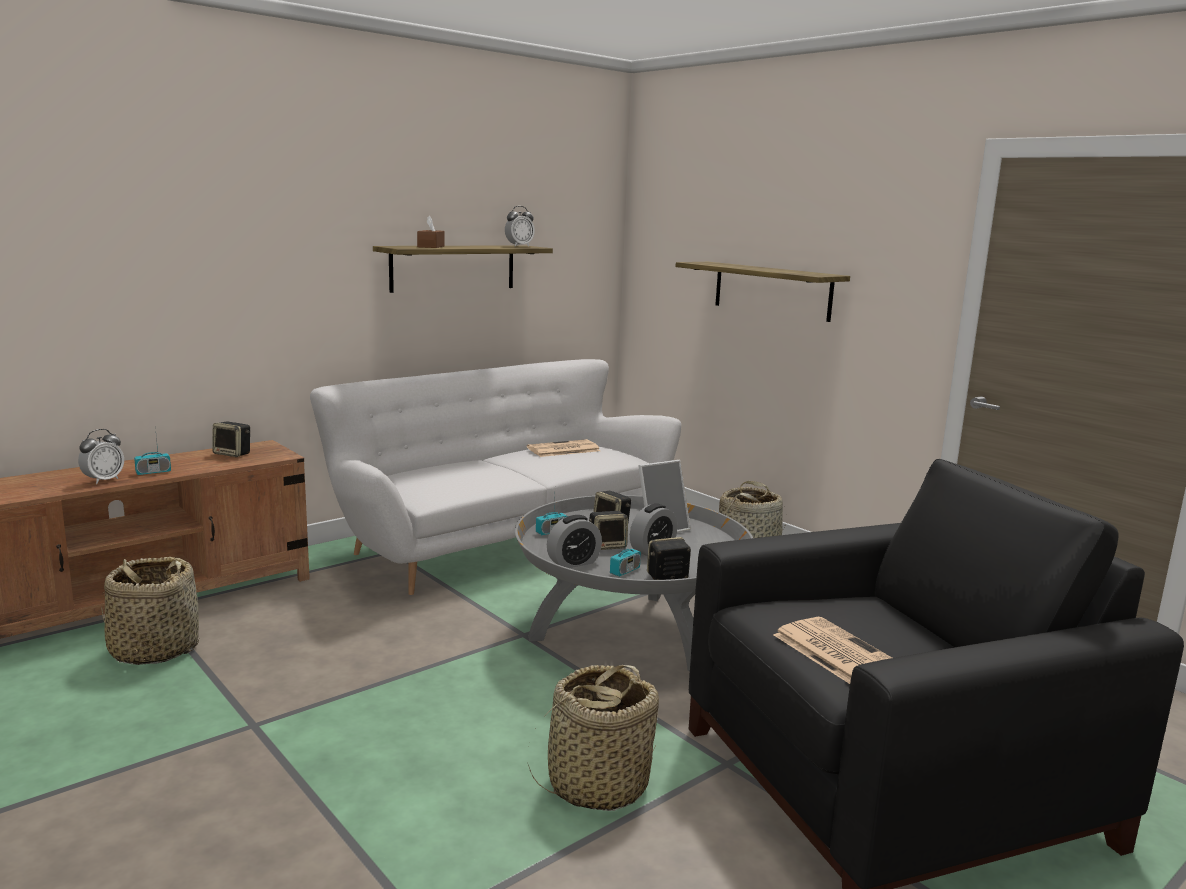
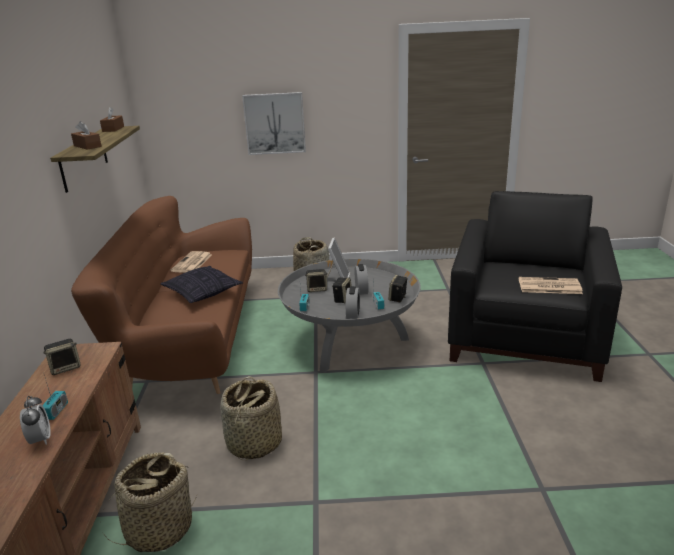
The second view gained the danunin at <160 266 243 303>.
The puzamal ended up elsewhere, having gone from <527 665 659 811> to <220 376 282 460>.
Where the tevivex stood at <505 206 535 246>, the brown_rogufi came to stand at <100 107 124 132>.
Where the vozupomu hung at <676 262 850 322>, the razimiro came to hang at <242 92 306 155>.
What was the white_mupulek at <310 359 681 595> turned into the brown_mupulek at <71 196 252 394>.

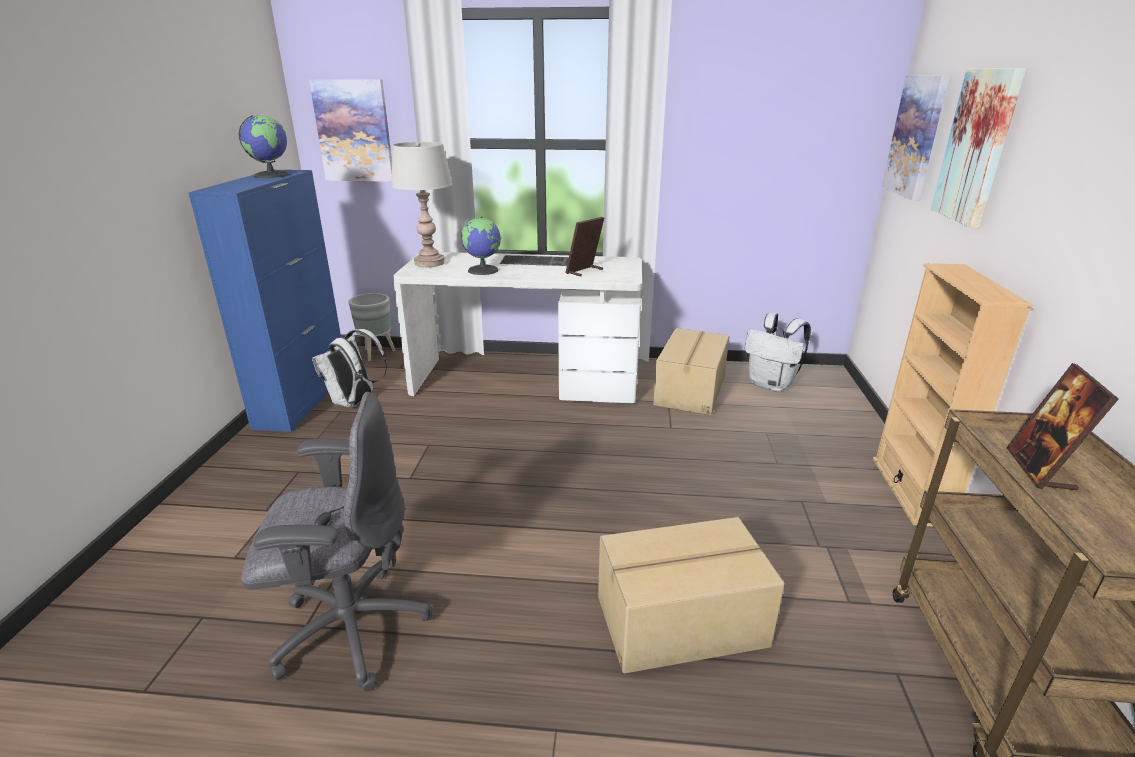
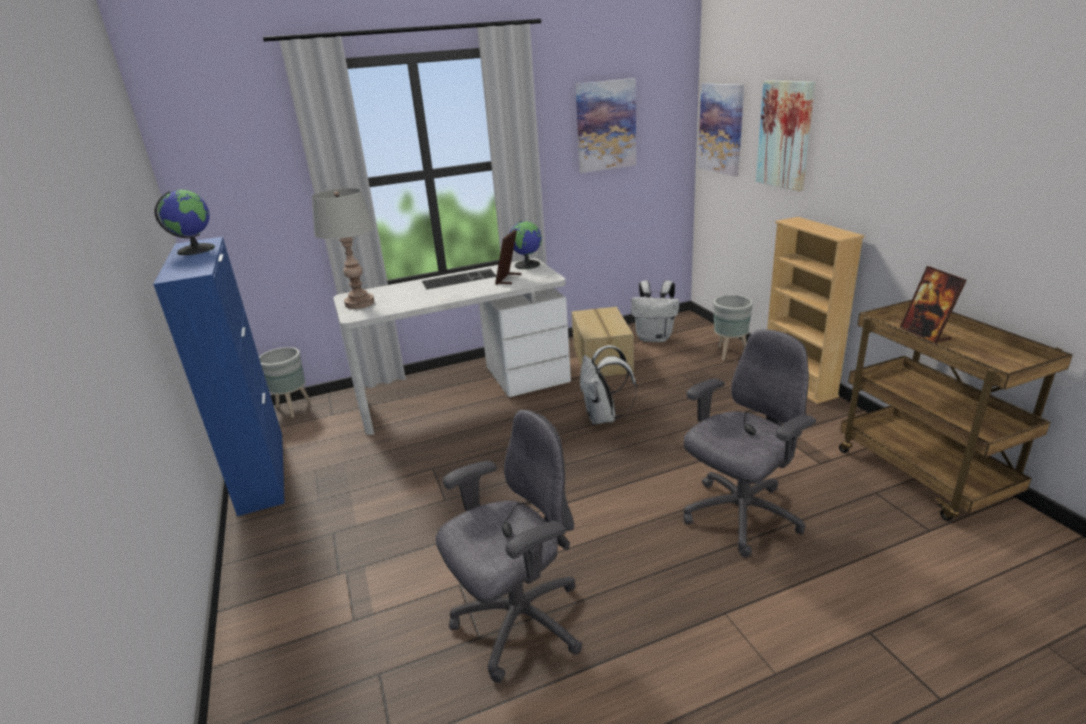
The second view gained the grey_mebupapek at <713 295 753 360>.
The razimiro ended up elsewhere, having gone from <309 79 392 182> to <576 78 636 173>.
The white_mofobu ended up elsewhere, having gone from <312 329 387 408> to <580 345 637 424>.
The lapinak ended up elsewhere, having gone from <461 216 501 275> to <510 221 542 269>.
Where the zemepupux stood at <598 517 785 673>, the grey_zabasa came to stand at <683 329 816 557>.

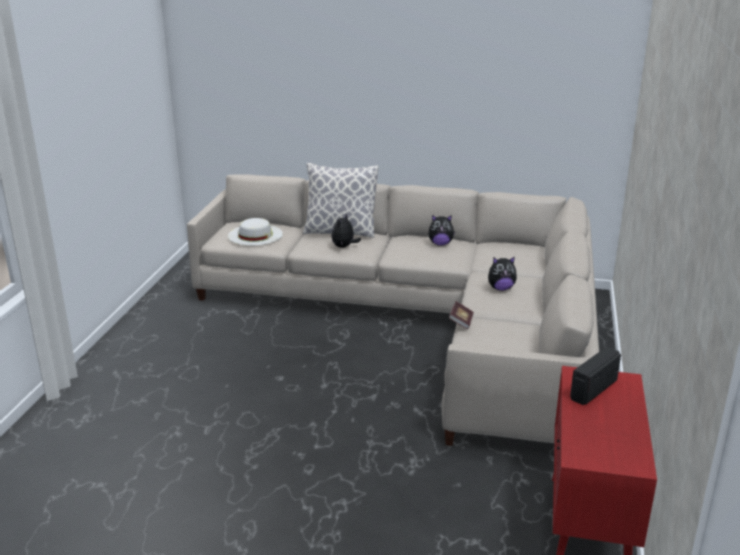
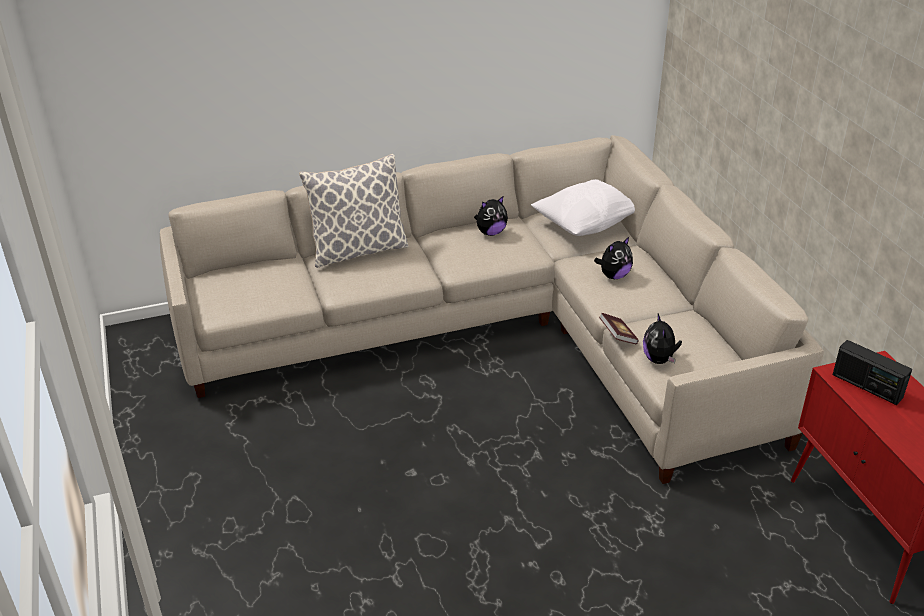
The second view lost the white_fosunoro at <228 218 283 246>.
The second view gained the white_danunin at <531 179 635 236>.
The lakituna ended up elsewhere, having gone from <332 214 361 248> to <643 313 682 364>.
The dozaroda at <570 347 621 405> ended up facing another way, 60 degrees counterclockwise from before.

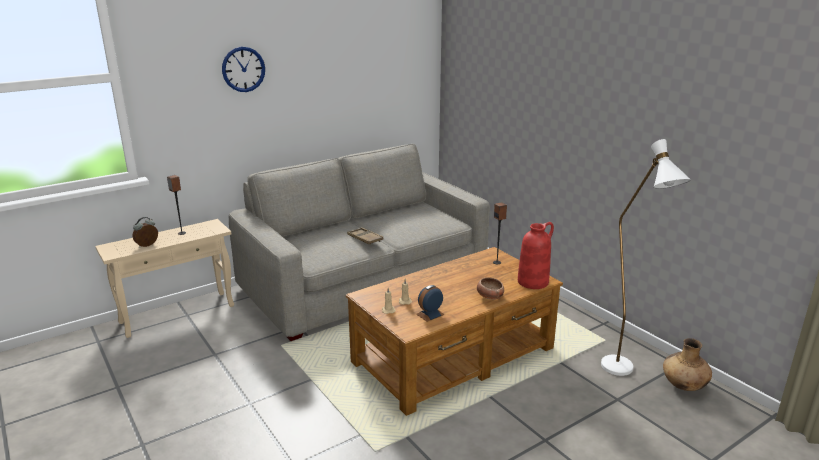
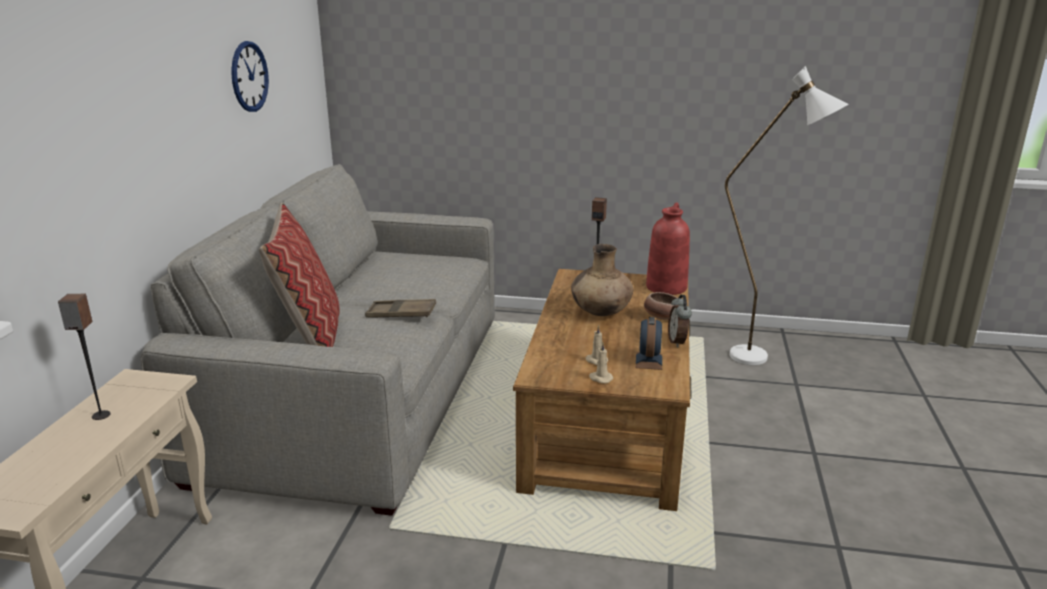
The second view gained the danunin at <259 203 340 347>.
The tevivex ended up elsewhere, having gone from <133 217 158 248> to <668 295 692 348>.
The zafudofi ended up elsewhere, having gone from <222 47 265 92> to <231 41 269 112>.
The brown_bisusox ended up elsewhere, having gone from <663 338 712 391> to <571 244 633 316>.

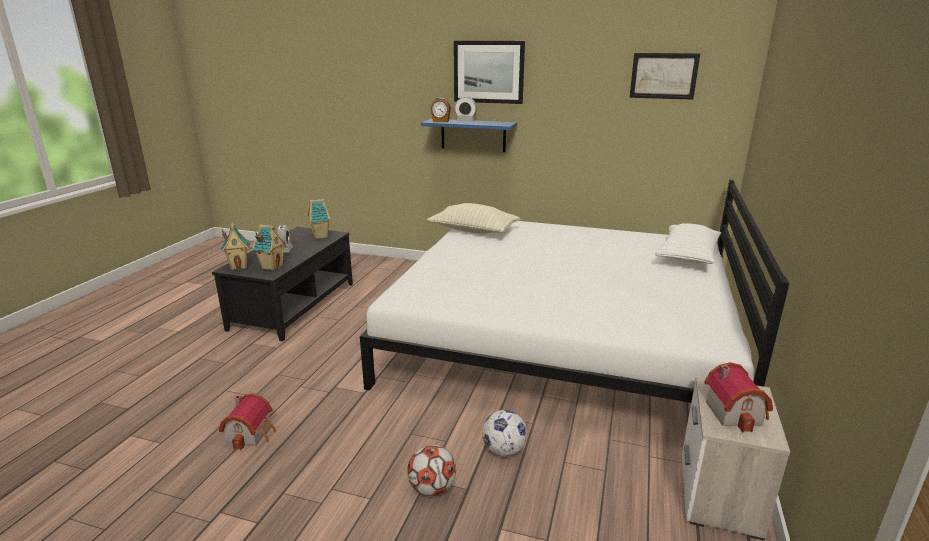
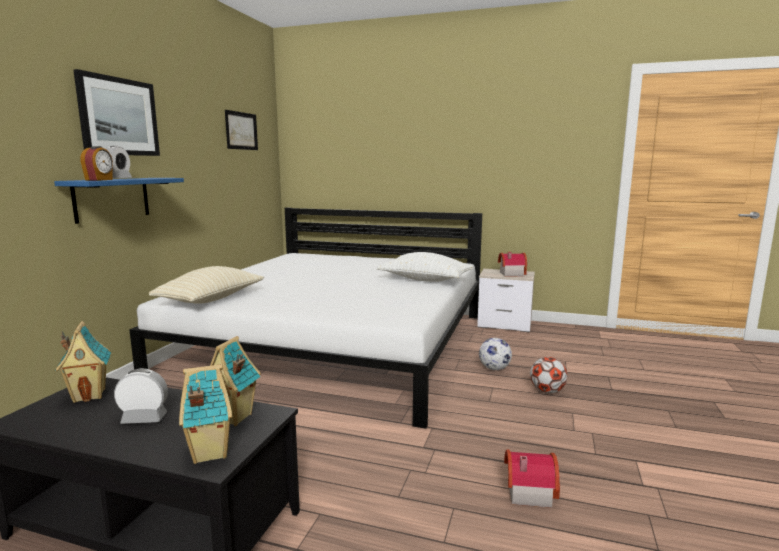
The white_danunin ended up elsewhere, having gone from <656 223 721 264> to <377 252 473 282>.

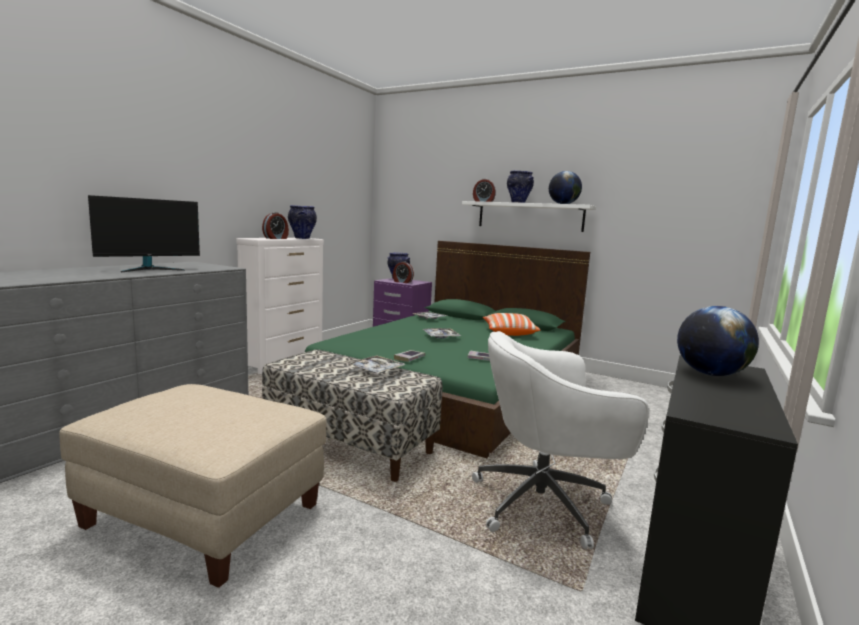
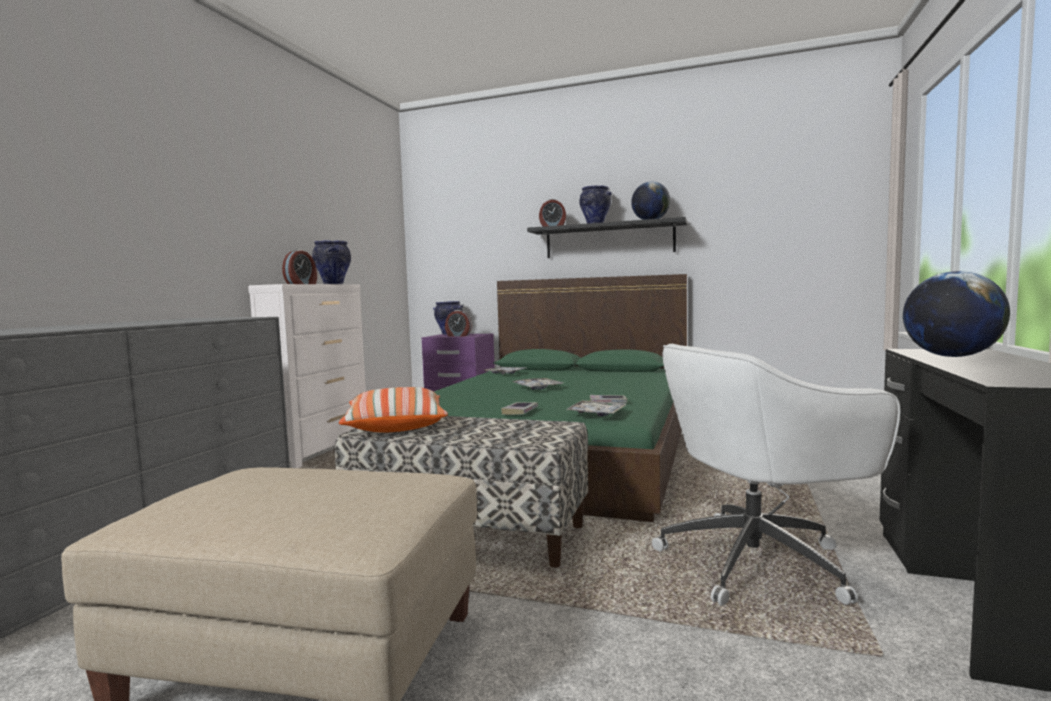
The second view lost the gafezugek at <88 195 200 272>.
The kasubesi ended up elsewhere, having gone from <349 355 406 373> to <566 400 627 416>.
The danunin ended up elsewhere, having gone from <483 313 540 336> to <339 387 448 432>.
What was the white_vozupomu at <462 201 596 232> turned into the black_vozupomu at <527 217 687 258>.

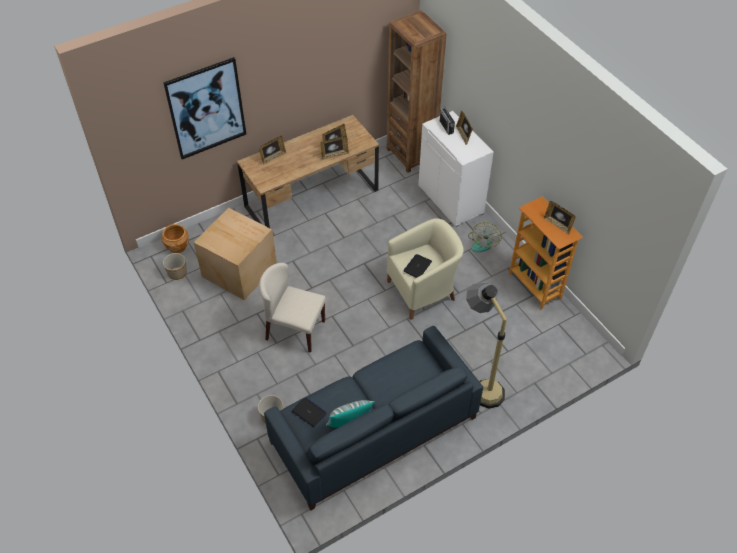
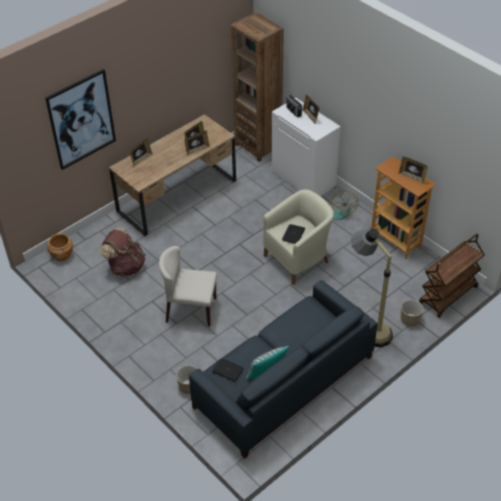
The second view gained the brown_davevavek at <419 234 485 318>.
The mebupapek ended up elsewhere, having gone from <163 253 187 280> to <401 300 424 326>.
Where the zemepupux stood at <194 208 277 300>, the brown_mofobu came to stand at <100 228 145 277>.

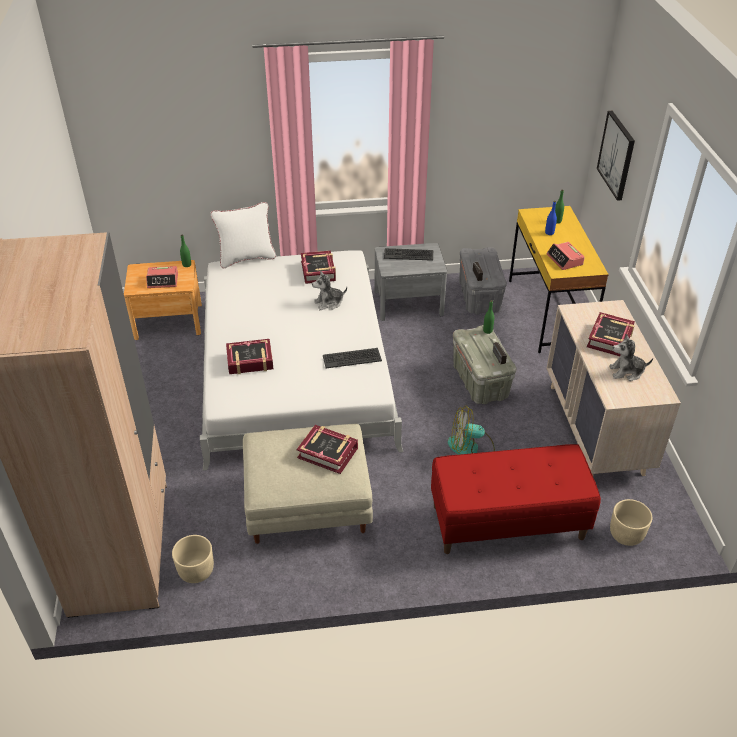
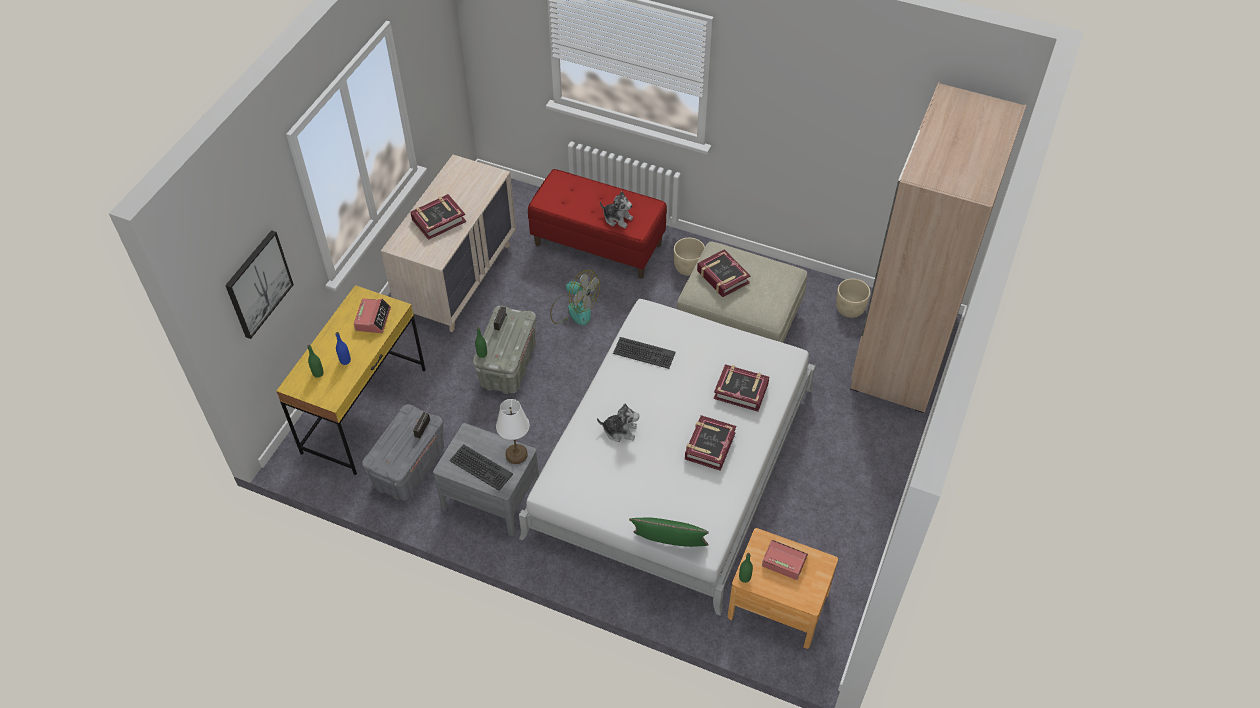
The second view gained the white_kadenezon at <496 399 529 464>.
The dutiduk ended up elsewhere, having gone from <301 250 336 284> to <685 415 736 471>.
The lakituna ended up elsewhere, having gone from <609 334 653 381> to <600 191 633 228>.
The beige_mebupapek ended up elsewhere, having gone from <610 499 652 546> to <674 238 705 276>.
What was the white_danunin at <211 202 276 268> turned into the green_danunin at <629 517 709 547>.

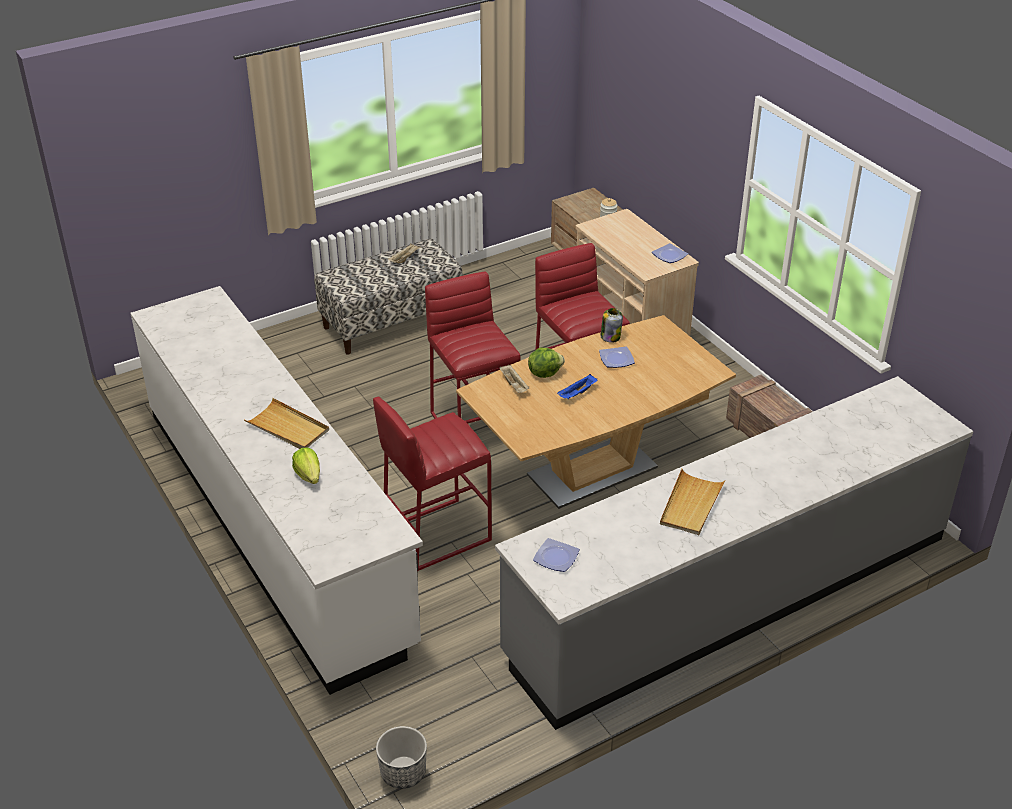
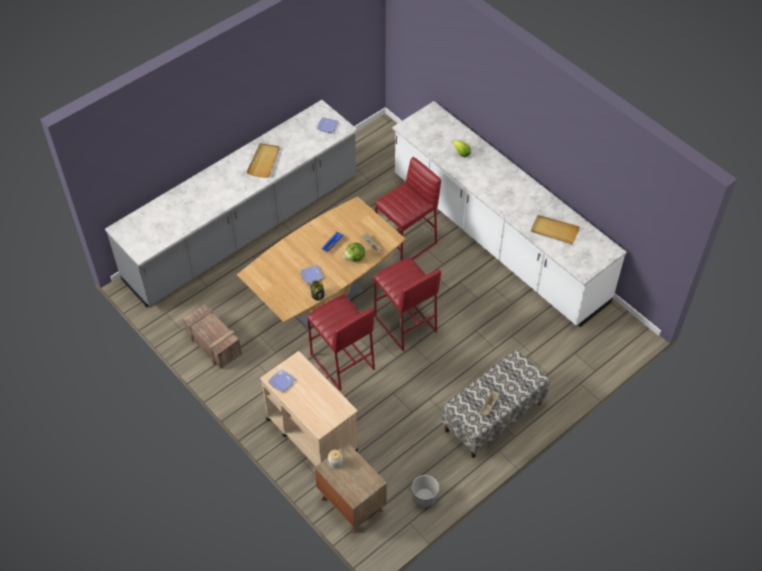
The beige_kasubesi ended up elsewhere, having gone from <244 398 329 449> to <531 215 580 245>.
The mebupapek ended up elsewhere, having gone from <376 726 427 789> to <412 475 439 508>.

